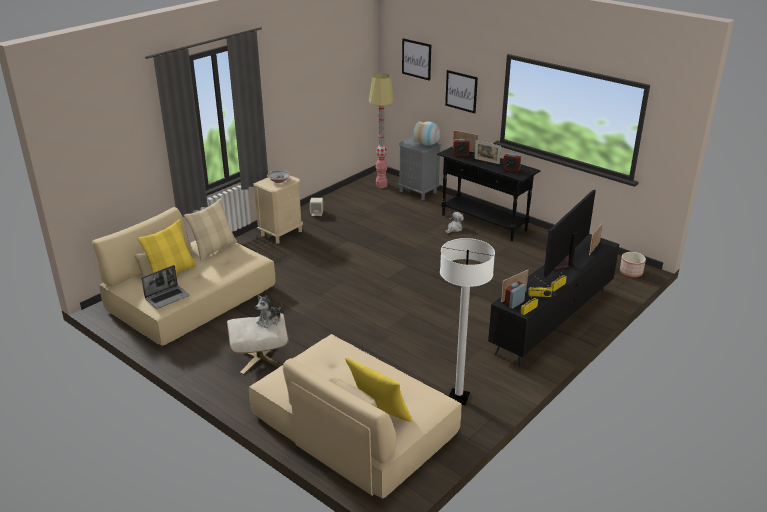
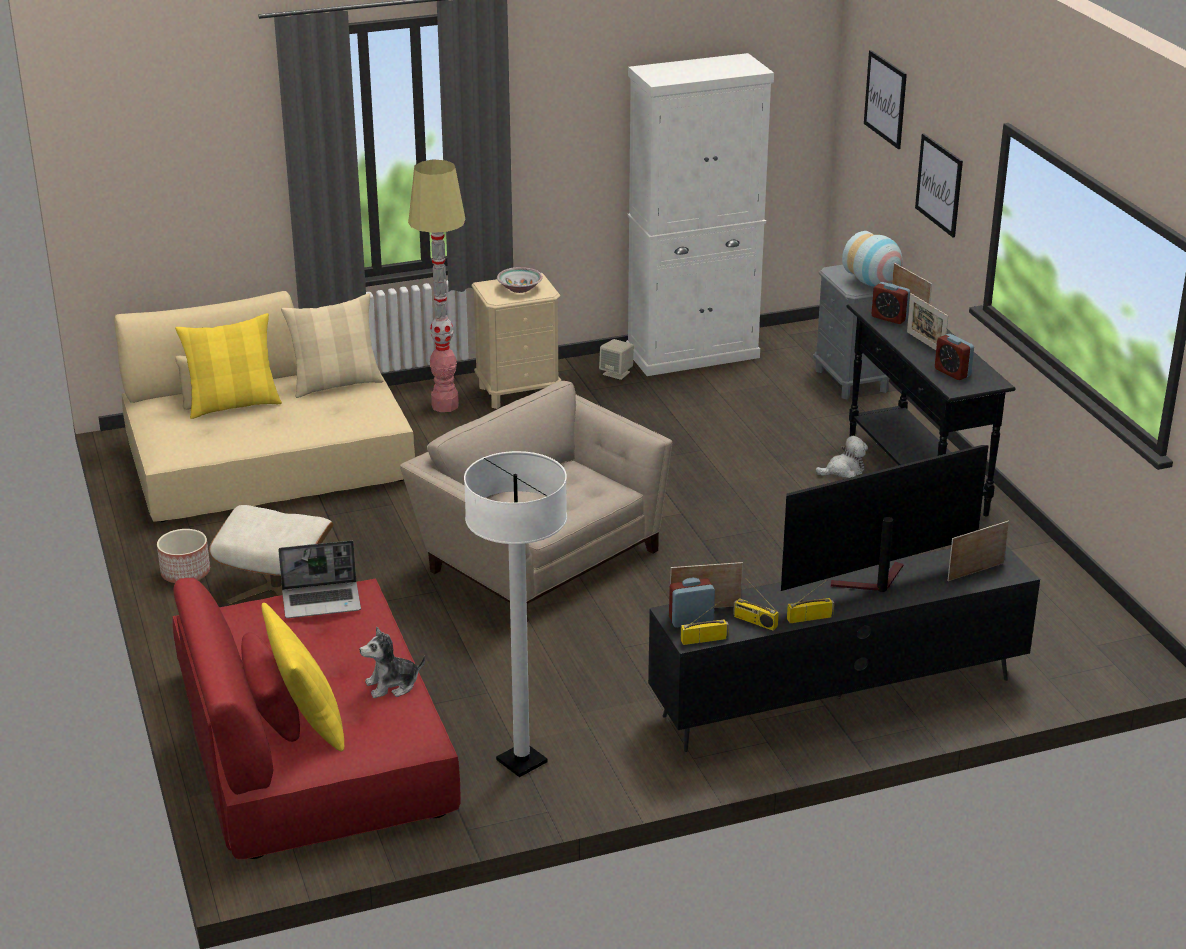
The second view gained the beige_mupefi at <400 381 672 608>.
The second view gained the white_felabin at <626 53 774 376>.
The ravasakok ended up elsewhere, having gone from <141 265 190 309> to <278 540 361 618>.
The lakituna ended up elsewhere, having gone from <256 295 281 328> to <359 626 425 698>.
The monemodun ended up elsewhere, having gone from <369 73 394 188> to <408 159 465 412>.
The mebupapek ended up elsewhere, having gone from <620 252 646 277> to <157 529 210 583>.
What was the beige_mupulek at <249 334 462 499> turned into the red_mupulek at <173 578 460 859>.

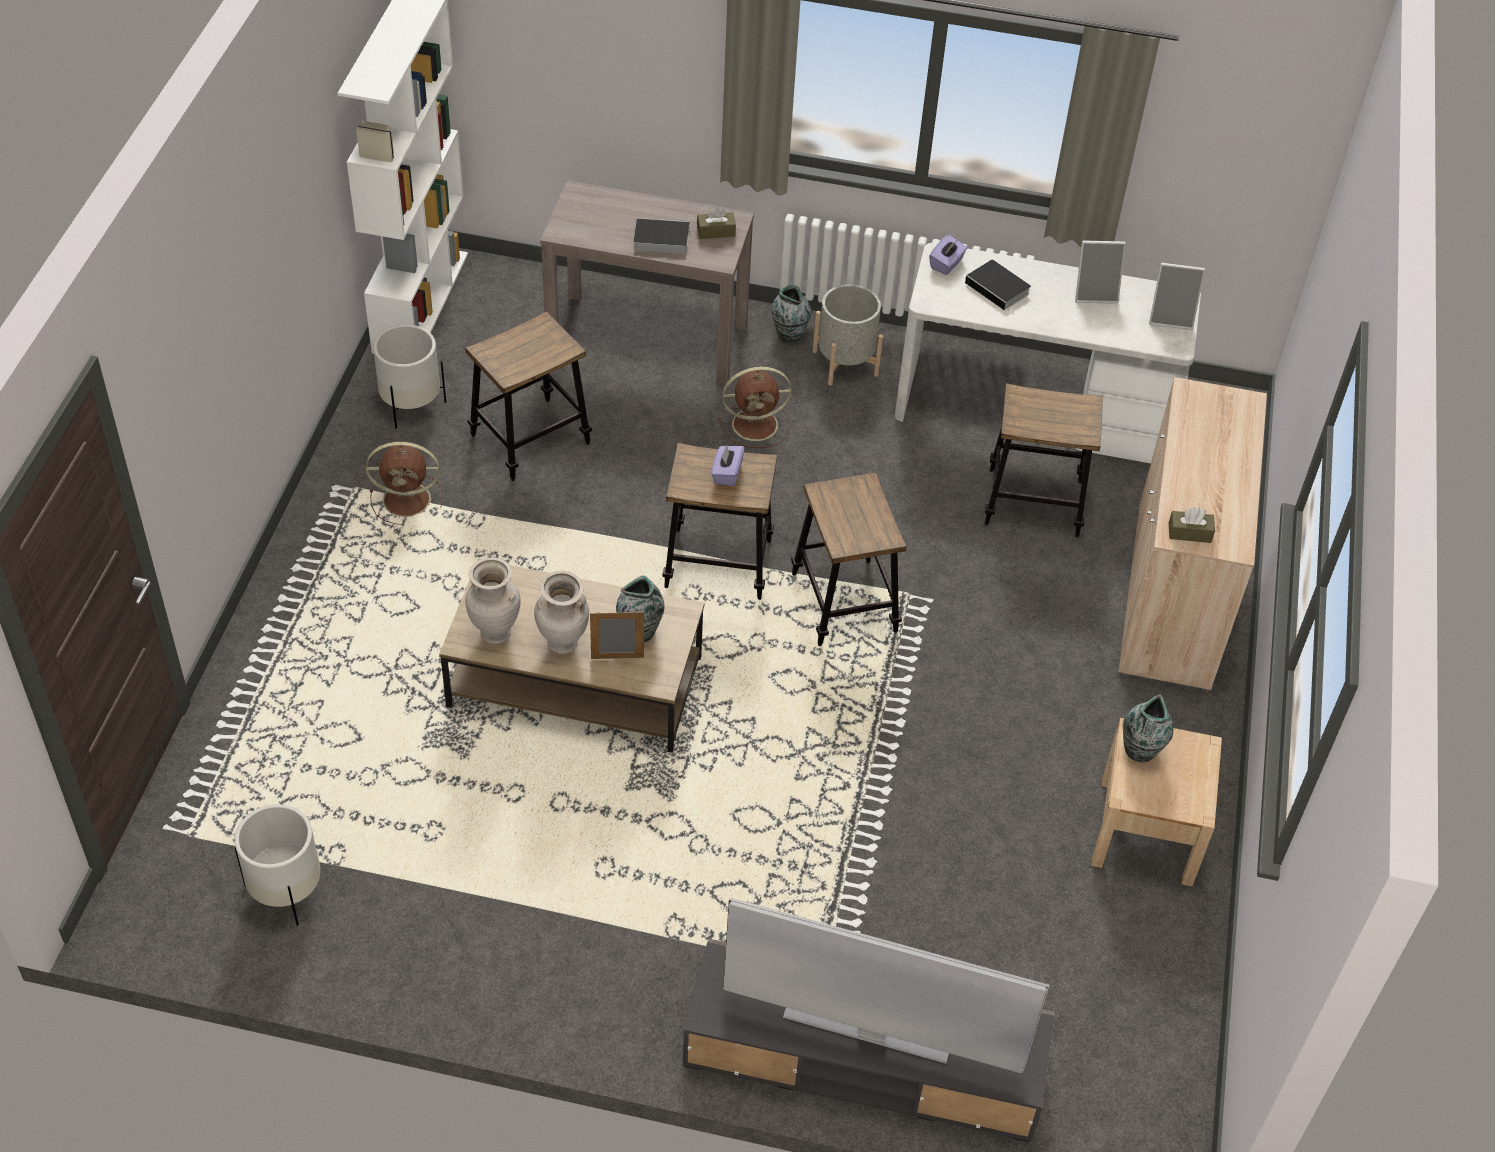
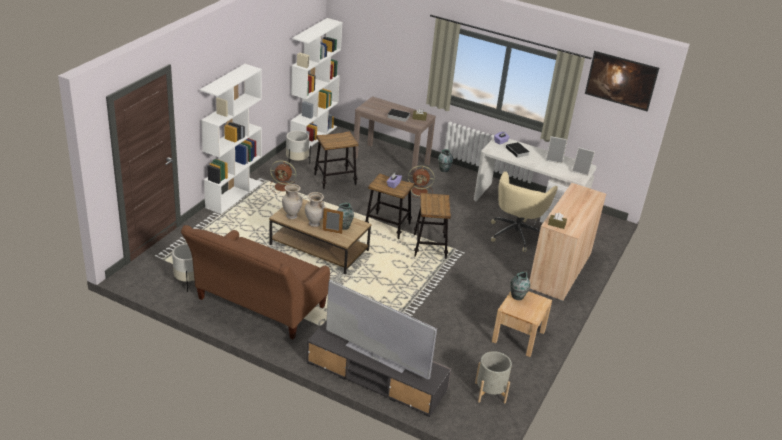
The second view gained the brown_mupulek at <181 225 330 339>.
The second view gained the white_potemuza at <200 64 262 214>.
The second view gained the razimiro at <585 51 659 111>.
The grey_mebupapek ended up elsewhere, having gone from <812 284 883 385> to <475 351 512 403>.
Where the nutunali stood at <985 383 1103 538>, the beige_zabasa came to stand at <491 172 558 252>.

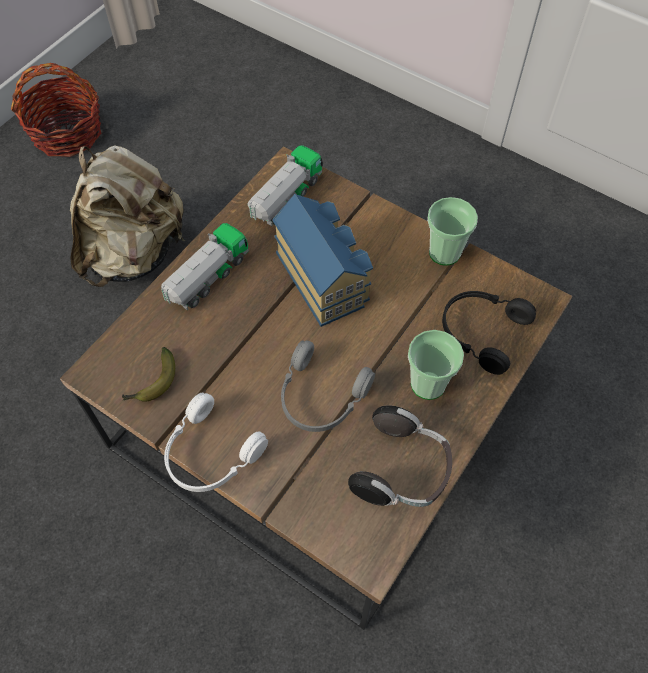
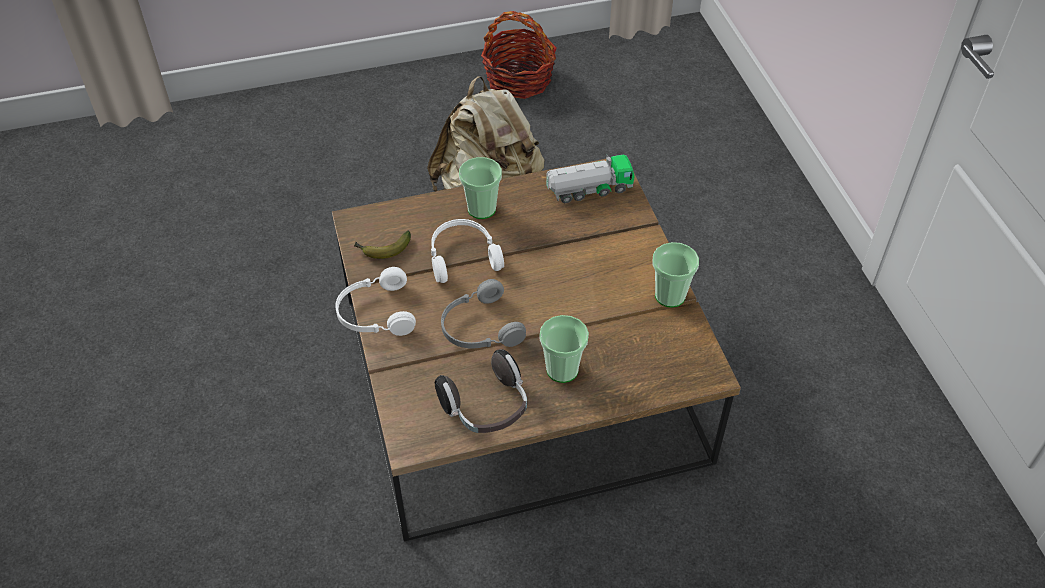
The second view lost the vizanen at <272 194 373 327>.
The second view lost the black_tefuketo at <442 291 536 375>.
The second view gained the white_tefuketo at <431 219 504 283>.
Where the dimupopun stood at <161 223 249 310>, the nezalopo came to stand at <459 157 502 219>.

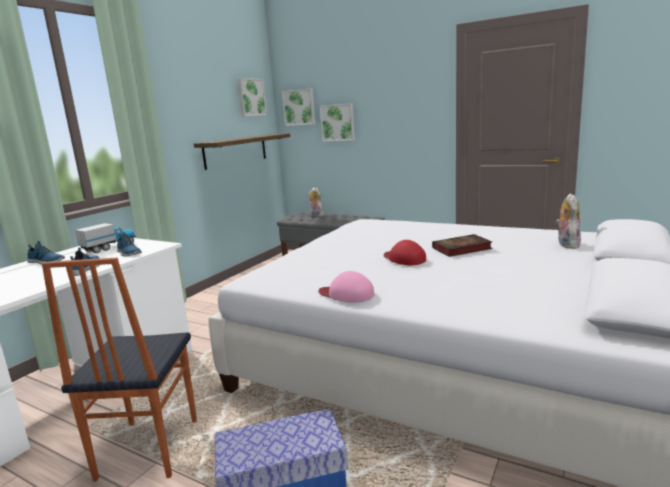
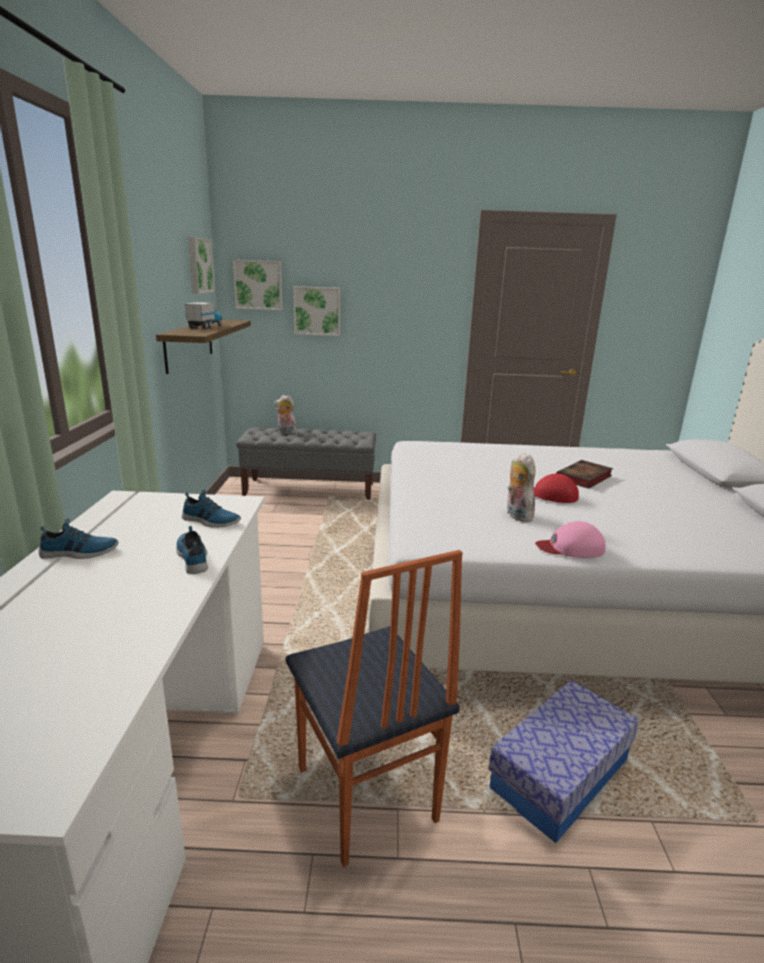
The dimupopun ended up elsewhere, having gone from <75 222 135 253> to <185 302 222 329>.
The lakituna ended up elsewhere, having gone from <556 193 581 249> to <507 452 535 522>.

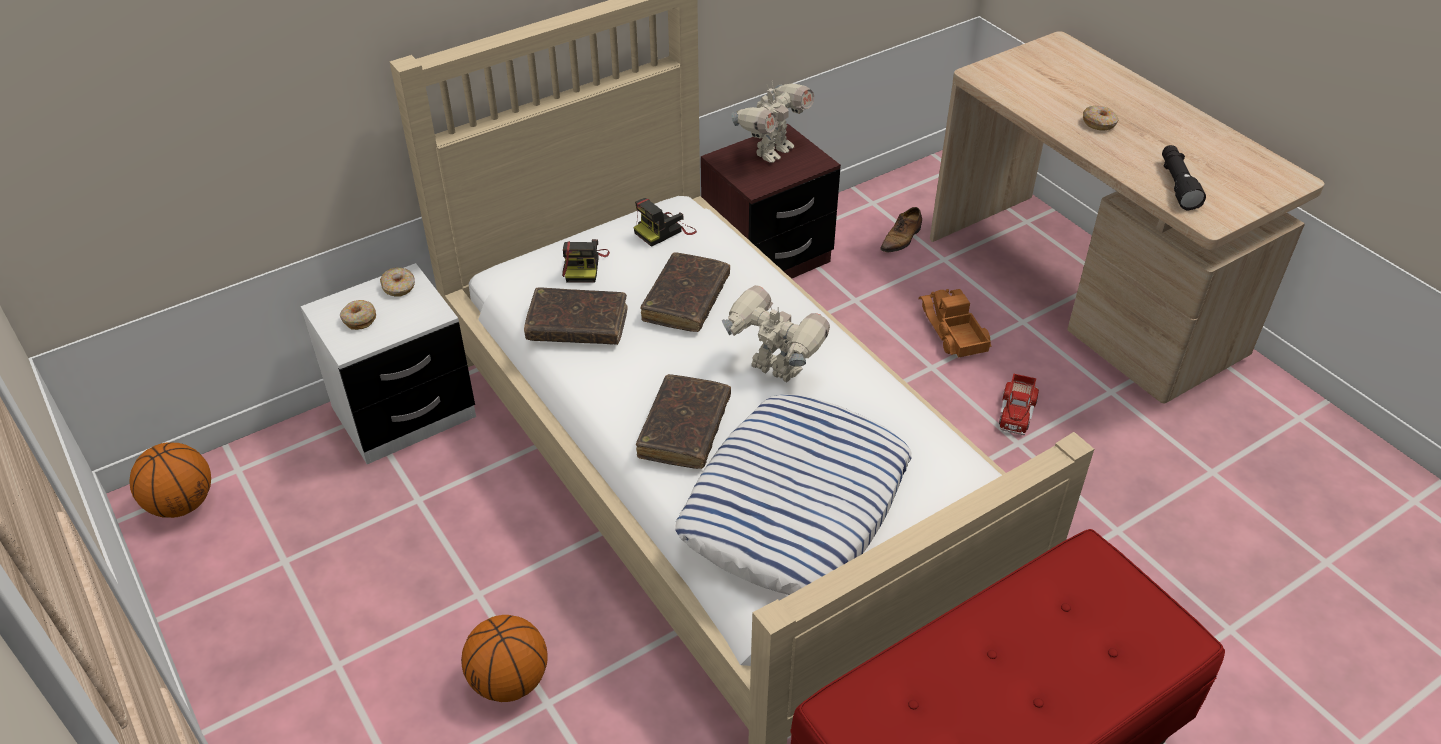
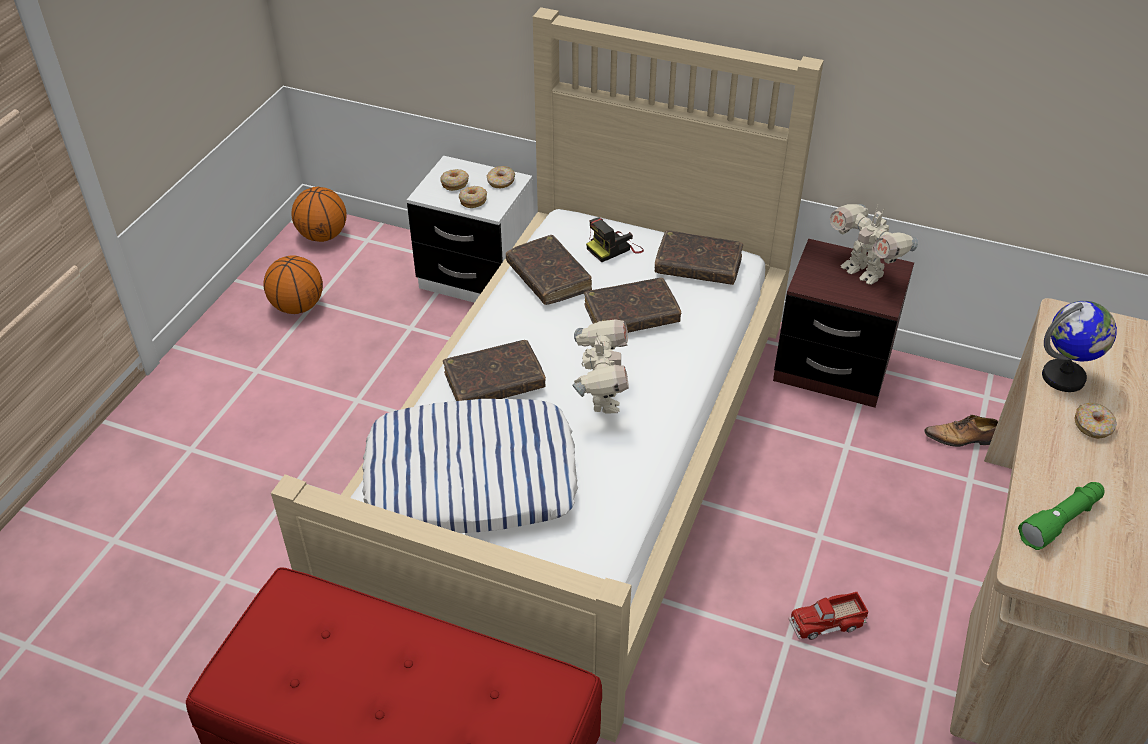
The second view lost the dimupopun at <919 289 992 357>.
The second view gained the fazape at <459 186 487 208>.
The second view gained the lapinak at <1042 301 1117 392>.
The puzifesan ended up elsewhere, having gone from <461 615 548 702> to <263 255 323 314>.
Where the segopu stood at <634 198 697 247>, the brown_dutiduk came to stand at <655 230 743 285>.
What was the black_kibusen at <1162 145 1206 211> turned into the green_kibusen at <1018 482 1104 550>.
The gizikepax at <731 82 814 163> ended up facing another way, 45 degrees clockwise from before.

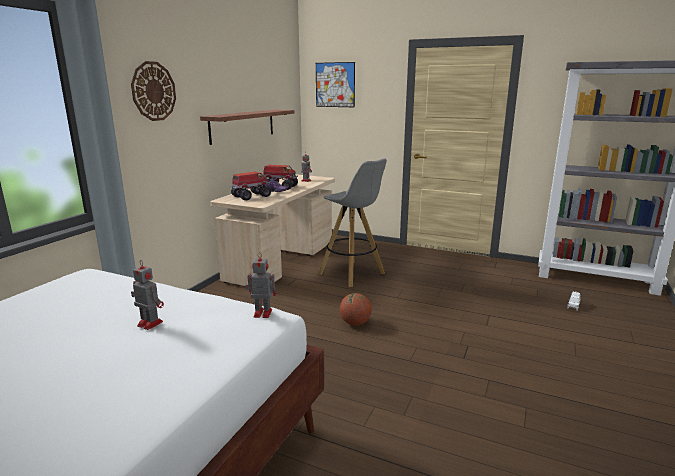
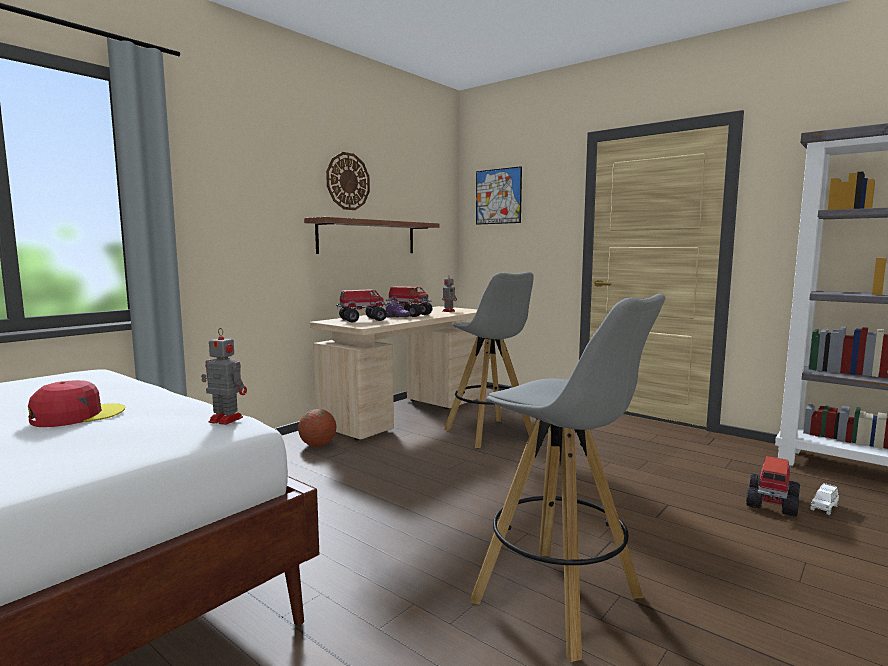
The second view gained the grey_nutunali at <470 294 665 662>.
The second view gained the dimupopun at <746 456 800 517>.
The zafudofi ended up elsewhere, having gone from <131 61 176 121> to <326 152 370 210>.
The puzifesan ended up elsewhere, having gone from <340 293 372 326> to <298 409 336 447>.
Where the gizikepax stood at <131 260 164 330>, the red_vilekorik came to stand at <28 380 125 427>.

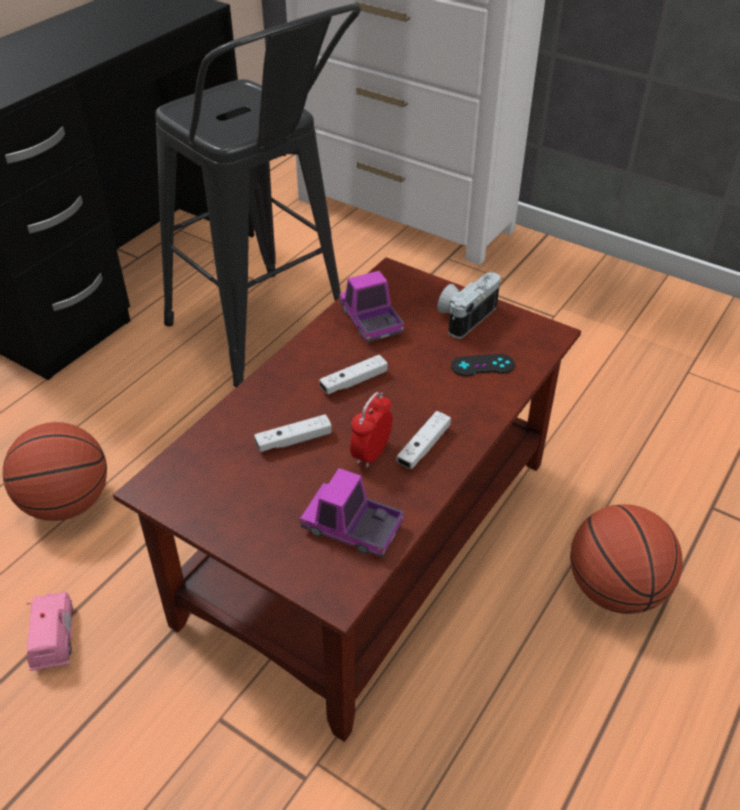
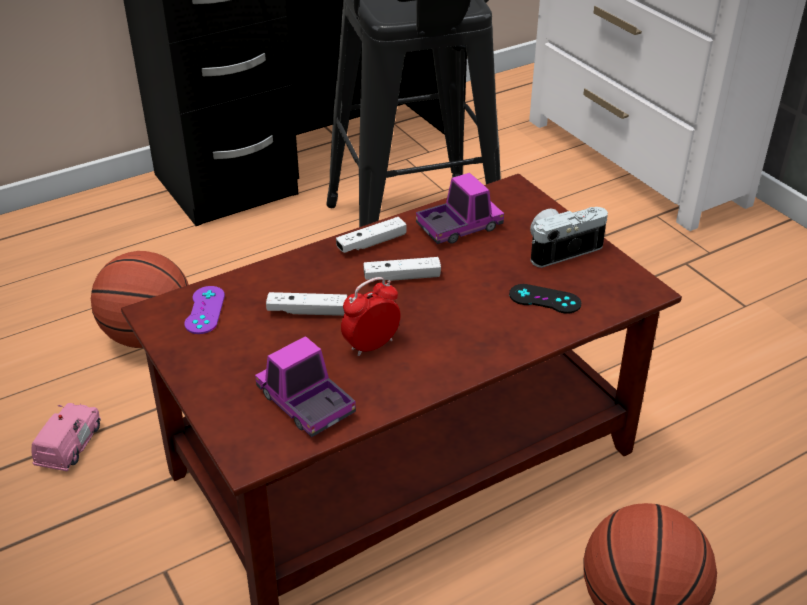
The second view gained the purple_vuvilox at <184 286 225 334>.
The white_vuvilox ended up elsewhere, having gone from <396 411 451 469> to <336 217 407 253>.
The dimupopun at <340 271 404 342> ended up facing another way, 60 degrees clockwise from before.

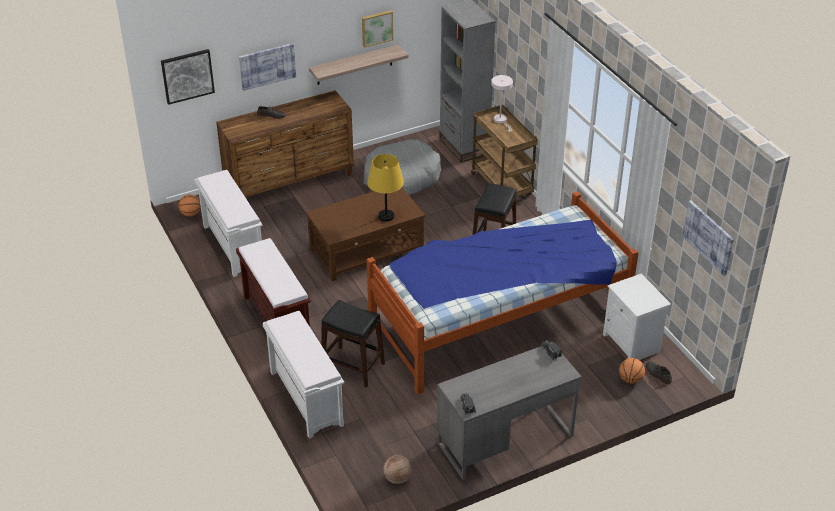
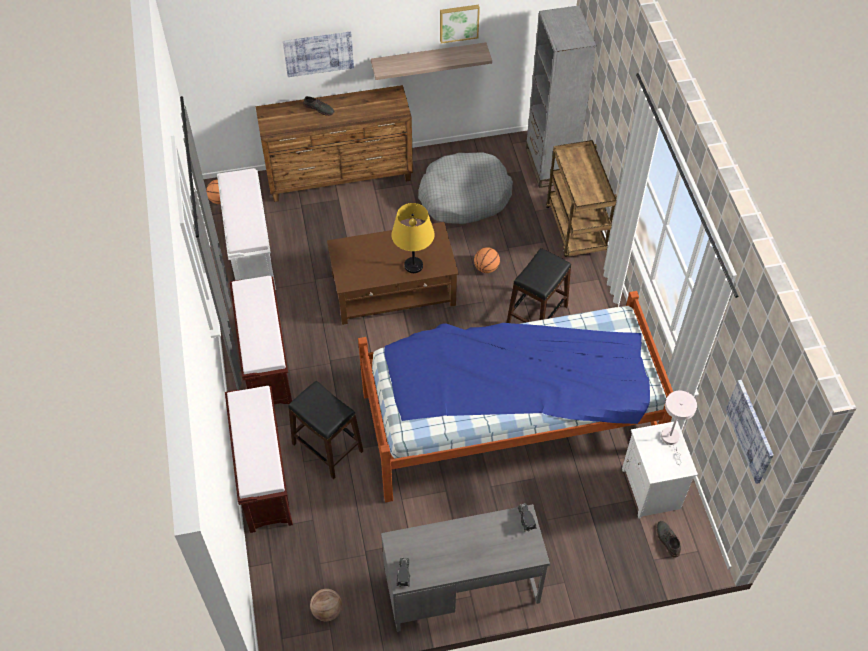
The second view lost the razimiro at <161 49 215 105>.
The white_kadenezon ended up elsewhere, having gone from <491 75 513 132> to <661 391 697 465>.
The puzifesan ended up elsewhere, having gone from <619 358 645 384> to <474 247 500 273>.
What was the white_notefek at <263 311 344 439> turned into the brown_notefek at <225 386 293 533>.

